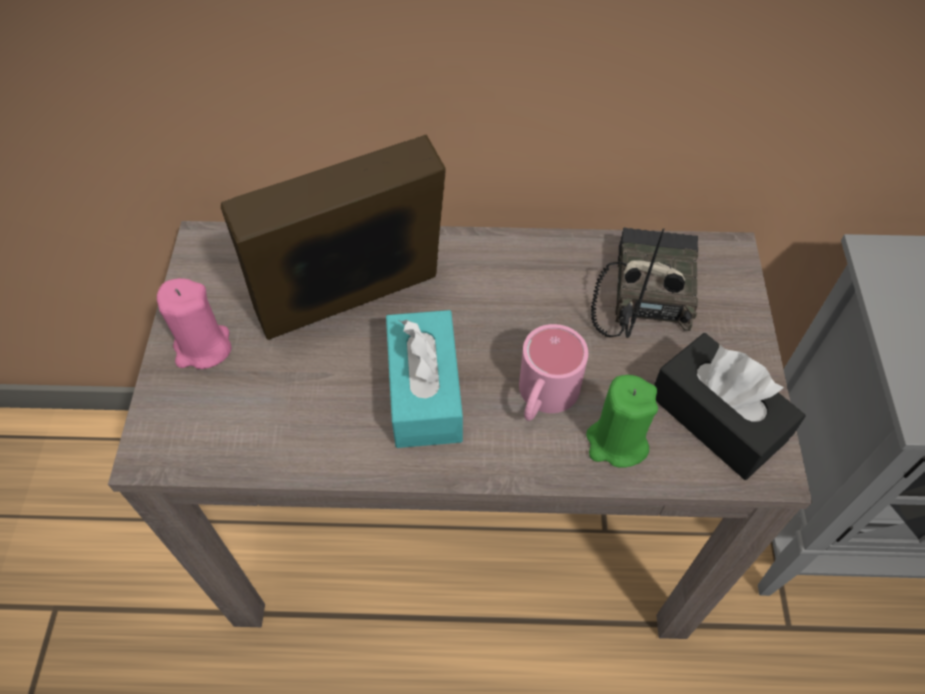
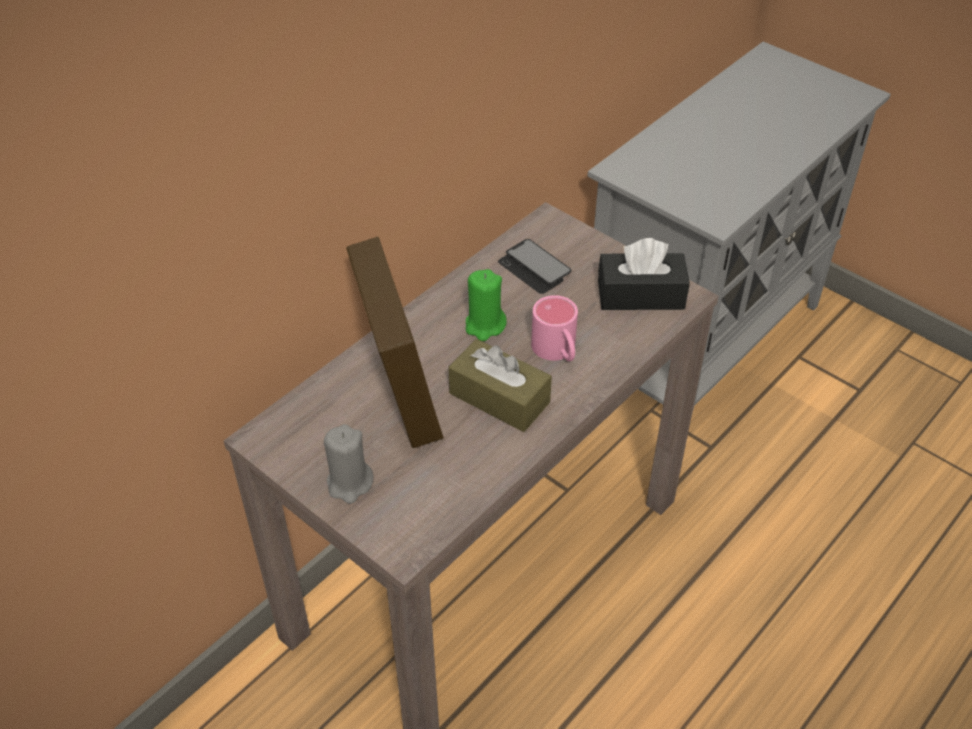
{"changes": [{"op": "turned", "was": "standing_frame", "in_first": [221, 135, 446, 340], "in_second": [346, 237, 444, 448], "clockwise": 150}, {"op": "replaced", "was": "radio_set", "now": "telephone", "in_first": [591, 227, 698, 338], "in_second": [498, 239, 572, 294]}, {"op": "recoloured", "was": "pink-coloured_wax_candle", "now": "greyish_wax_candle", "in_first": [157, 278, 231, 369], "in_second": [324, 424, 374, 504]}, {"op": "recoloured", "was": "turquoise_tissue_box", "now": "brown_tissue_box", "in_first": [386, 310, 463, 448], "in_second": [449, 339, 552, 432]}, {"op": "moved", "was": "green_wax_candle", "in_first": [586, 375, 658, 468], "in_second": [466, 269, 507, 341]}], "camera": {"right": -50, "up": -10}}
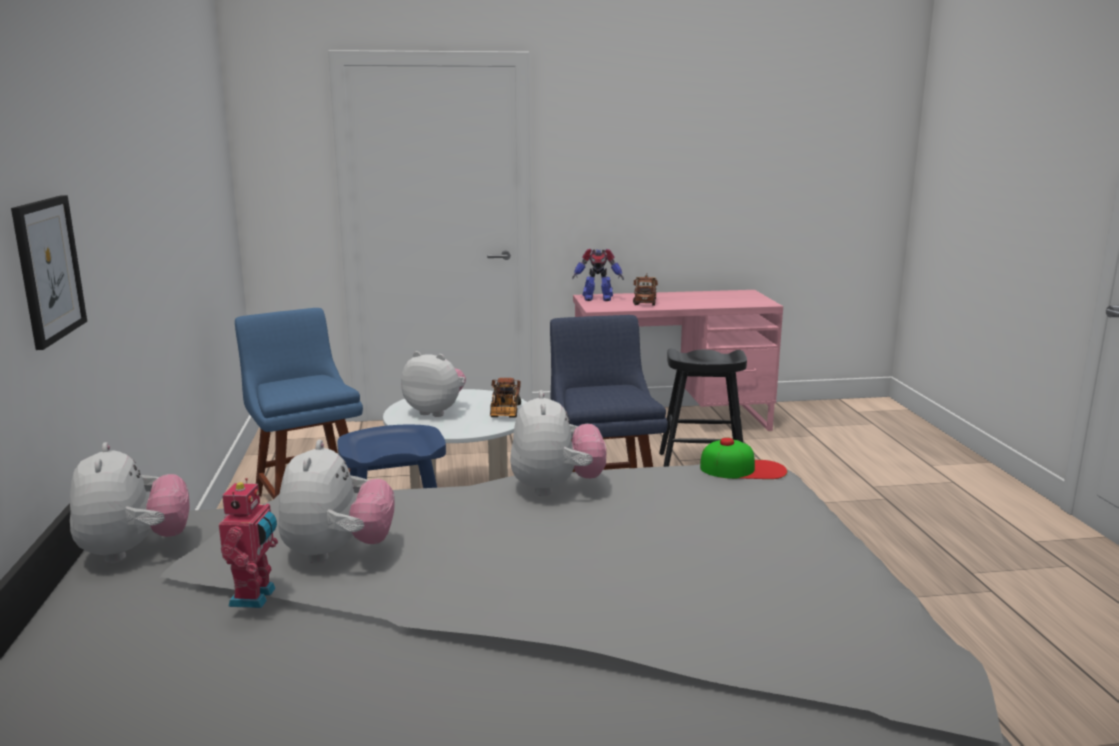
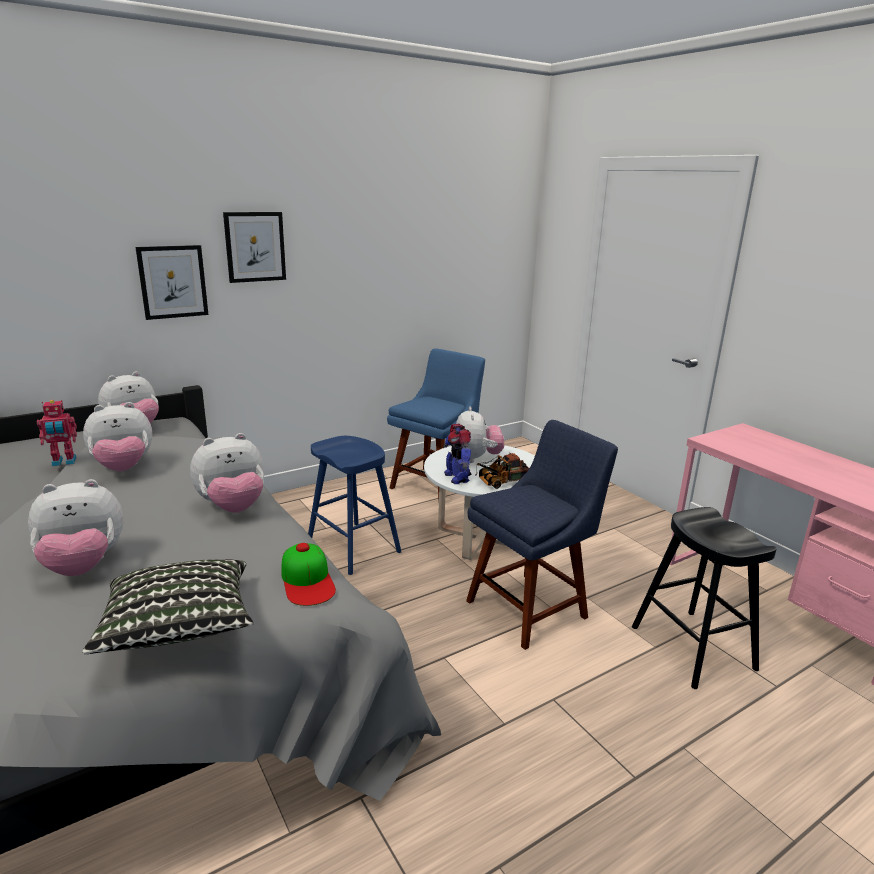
{"changes": [{"op": "moved", "was": "model_robot", "in_first": [572, 249, 624, 301], "in_second": [443, 424, 471, 484]}, {"op": "removed", "was": "model_truck", "in_first": [633, 273, 658, 305]}, {"op": "added", "now": "wall_picture", "in_second": [223, 212, 286, 283]}, {"op": "added", "now": "soft_toy", "in_second": [28, 479, 123, 576]}, {"op": "added", "now": "cushion", "in_second": [82, 559, 253, 654]}], "camera": {"right": 65, "up": 5}}
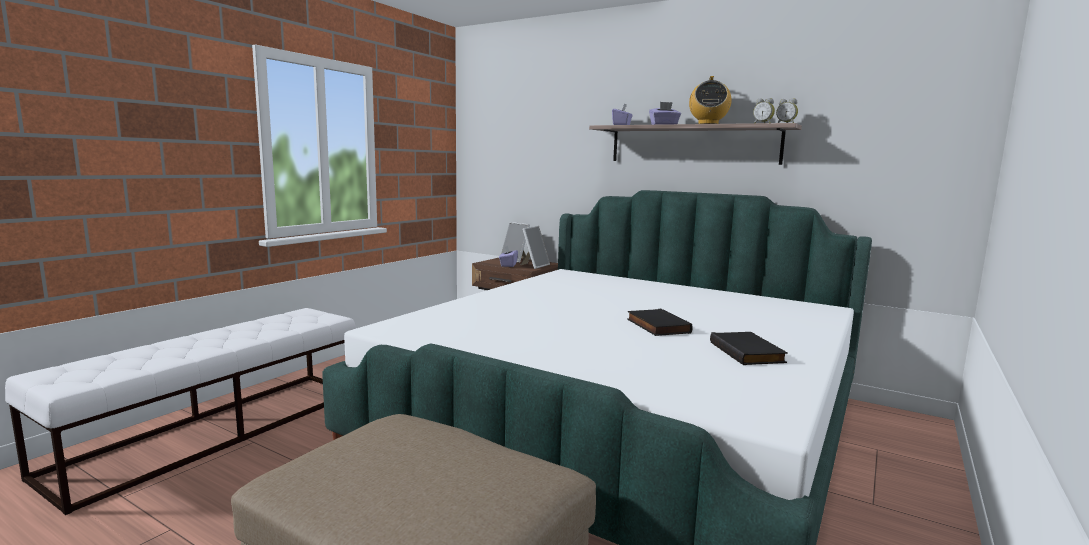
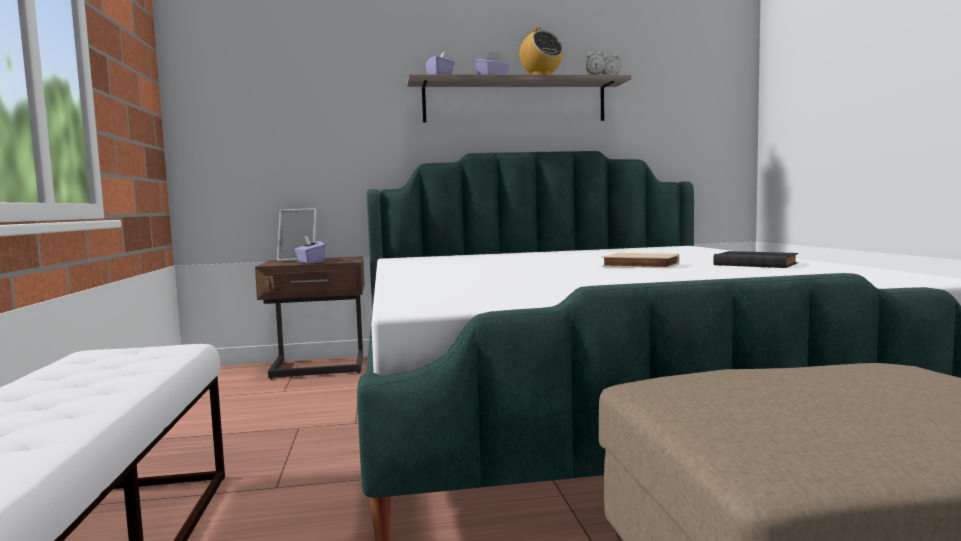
{"changes": [{"op": "removed", "was": "standing_frame", "in_first": [521, 226, 550, 269]}, {"op": "recoloured", "was": "black_book", "now": "sand-coloured_book", "in_first": [627, 308, 693, 336], "in_second": [602, 253, 679, 268]}], "camera": {"right": -40, "up": -5}}
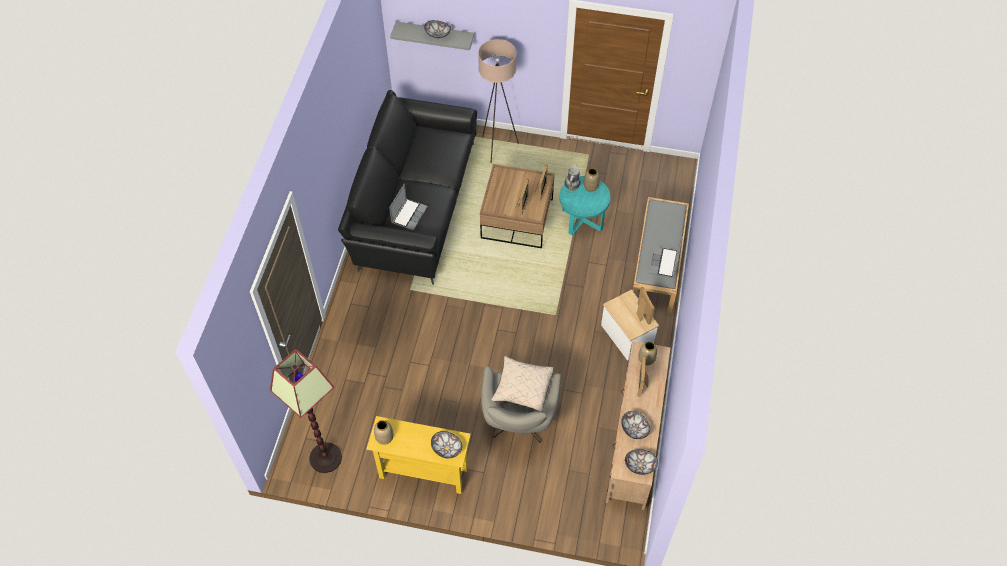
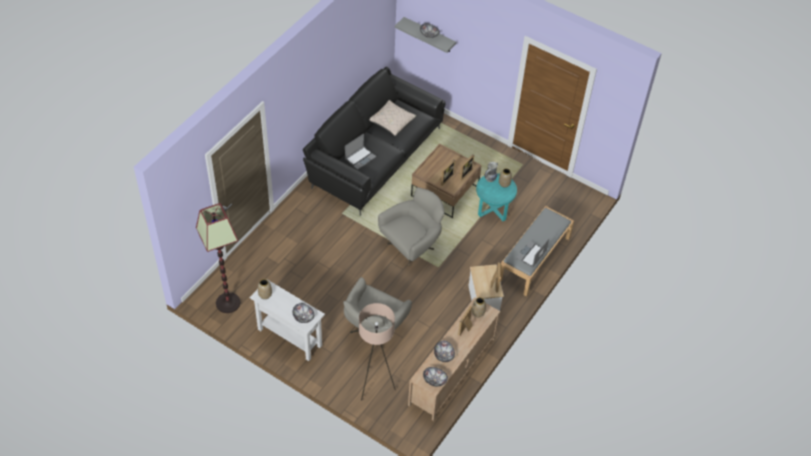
{"changes": [{"op": "moved", "was": "sand-coloured_floor_lamp", "in_first": [478, 39, 519, 163], "in_second": [359, 303, 396, 401]}, {"op": "moved", "was": "sand-coloured_cushion", "in_first": [491, 356, 554, 412], "in_second": [369, 100, 417, 136]}, {"op": "recoloured", "was": "yellow-coloured_console_table", "now": "white-coloured_console_table", "in_first": [366, 416, 471, 494], "in_second": [250, 279, 325, 361]}, {"op": "added", "now": "greyish_lounge_chair", "in_second": [378, 187, 444, 262]}], "camera": {"right": 20, "up": -5}}
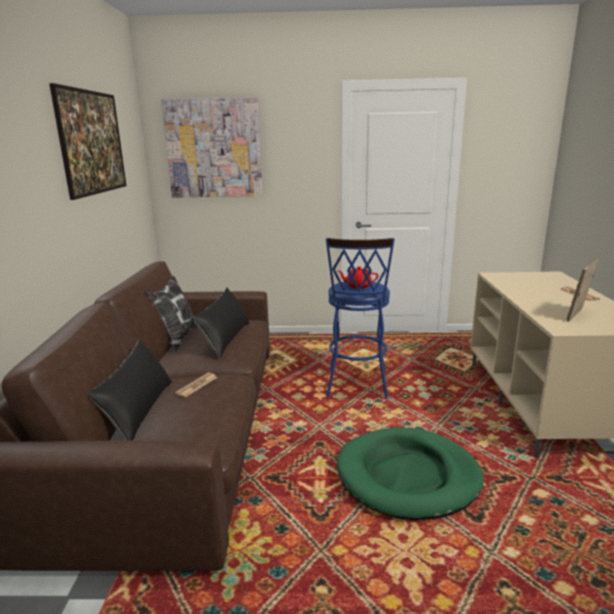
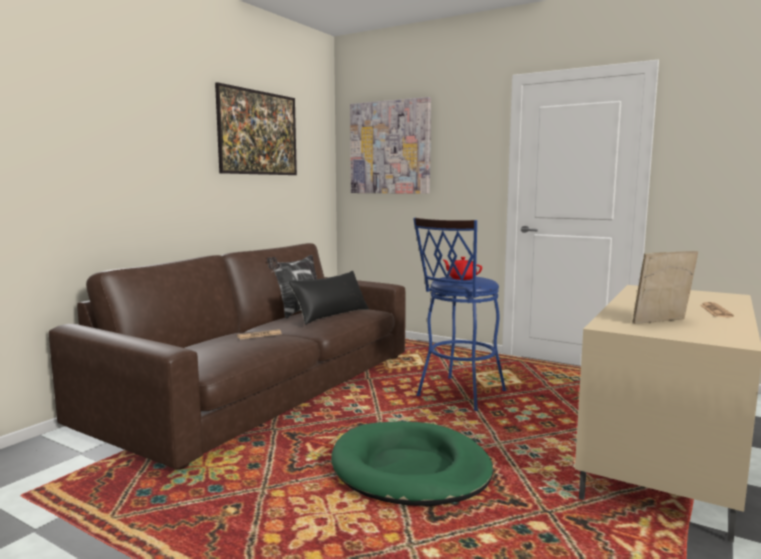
{"changes": [{"op": "removed", "was": "black_cushion", "in_first": [87, 339, 172, 441]}], "camera": {"right": 30, "up": -10}}
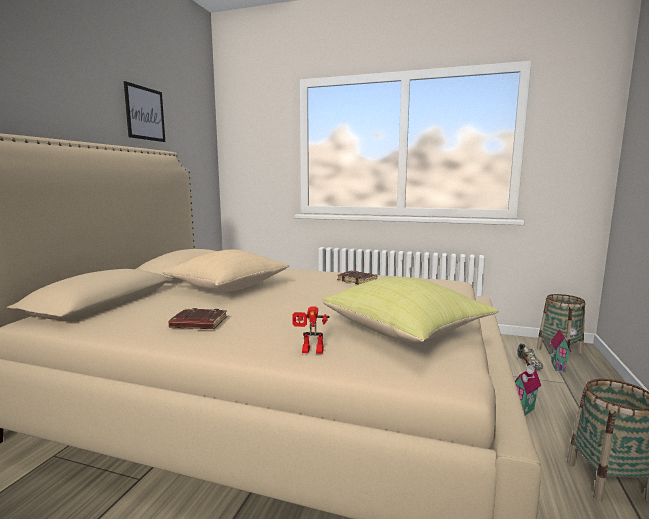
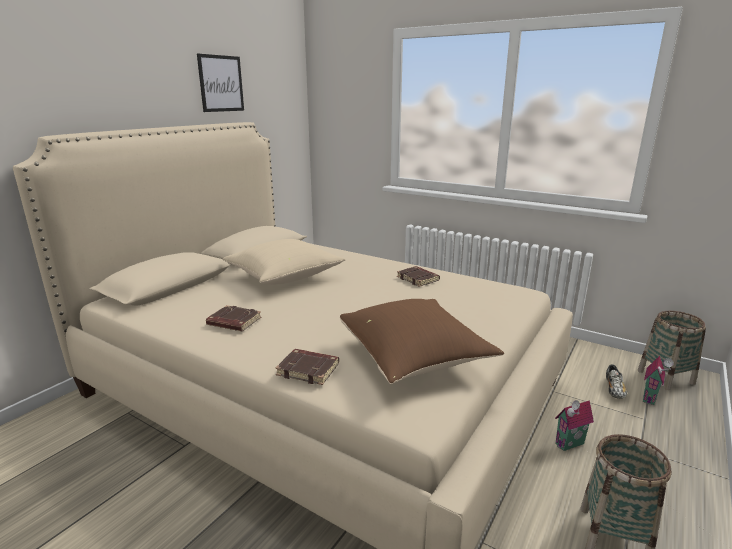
{"changes": [{"op": "recoloured", "was": "yellow-coloured_cushion", "now": "brown_cushion", "in_first": [323, 276, 499, 343], "in_second": [340, 299, 504, 384]}, {"op": "replaced", "was": "model_robot", "now": "brown_book", "in_first": [292, 306, 329, 354], "in_second": [275, 349, 339, 385]}], "camera": {"right": 15, "up": 10}}
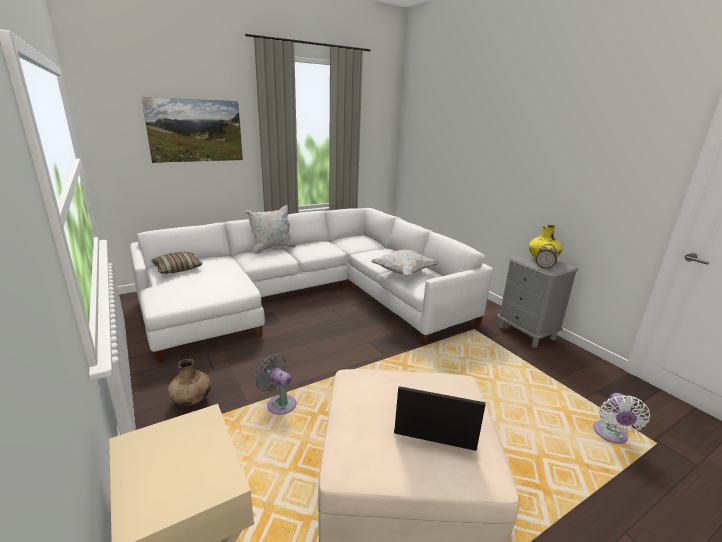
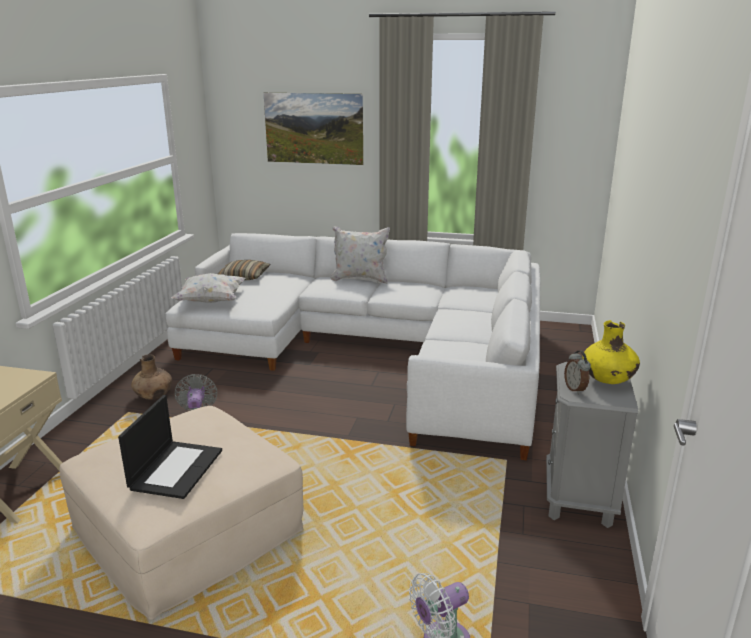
{"changes": [{"op": "moved", "was": "white-coloured_cushion", "in_first": [371, 249, 439, 276], "in_second": [171, 273, 246, 303]}, {"op": "turned", "was": "notebook_computer", "in_first": [394, 386, 485, 451], "in_second": [118, 395, 222, 499], "clockwise": 45}], "camera": {"right": 45, "up": 0}}
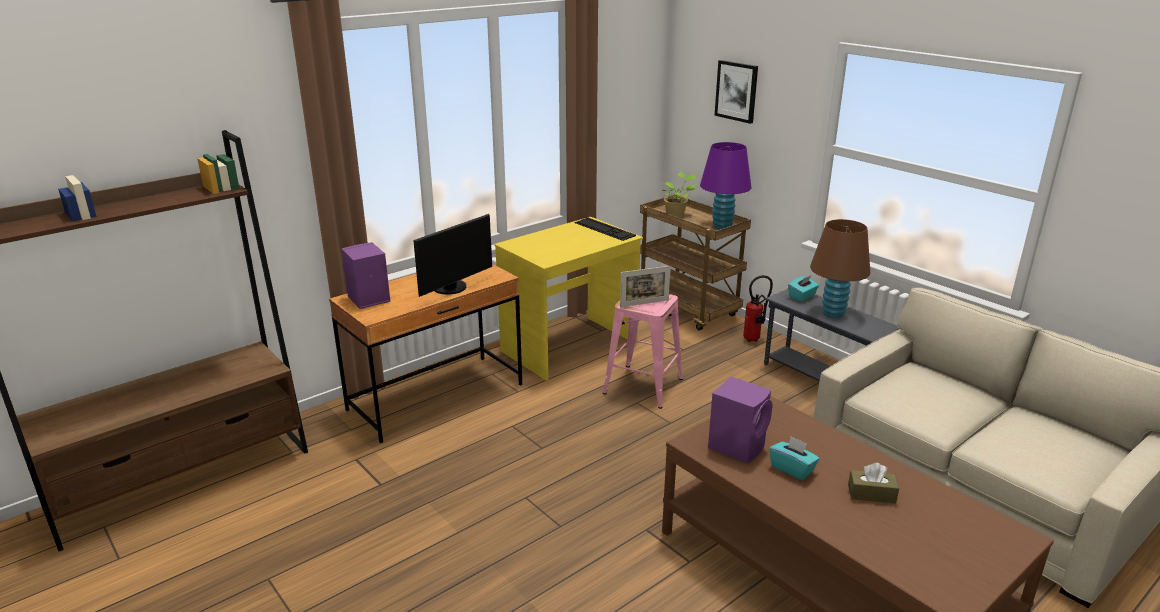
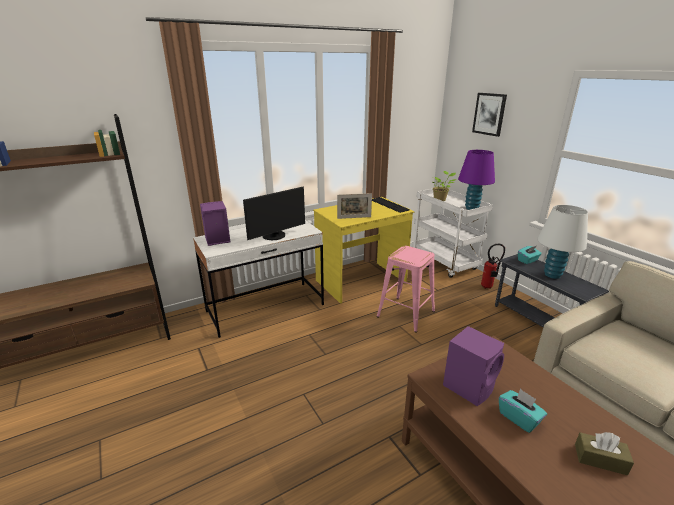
{"changes": [{"op": "recoloured", "was": "brown_cart", "now": "white-coloured_cart", "in_first": [640, 195, 751, 331], "in_second": [412, 189, 493, 278]}, {"op": "recoloured", "was": "brown_tabletop_lamp", "now": "white-coloured_tabletop_lamp", "in_first": [810, 219, 870, 318], "in_second": [537, 205, 588, 279]}, {"op": "recoloured", "was": "brown_desk_unit", "now": "white-coloured_desk_unit", "in_first": [329, 264, 522, 443], "in_second": [193, 220, 324, 338]}, {"op": "moved", "was": "standing_frame", "in_first": [620, 266, 671, 307], "in_second": [337, 193, 372, 219]}], "camera": {"right": 10, "up": 0}}
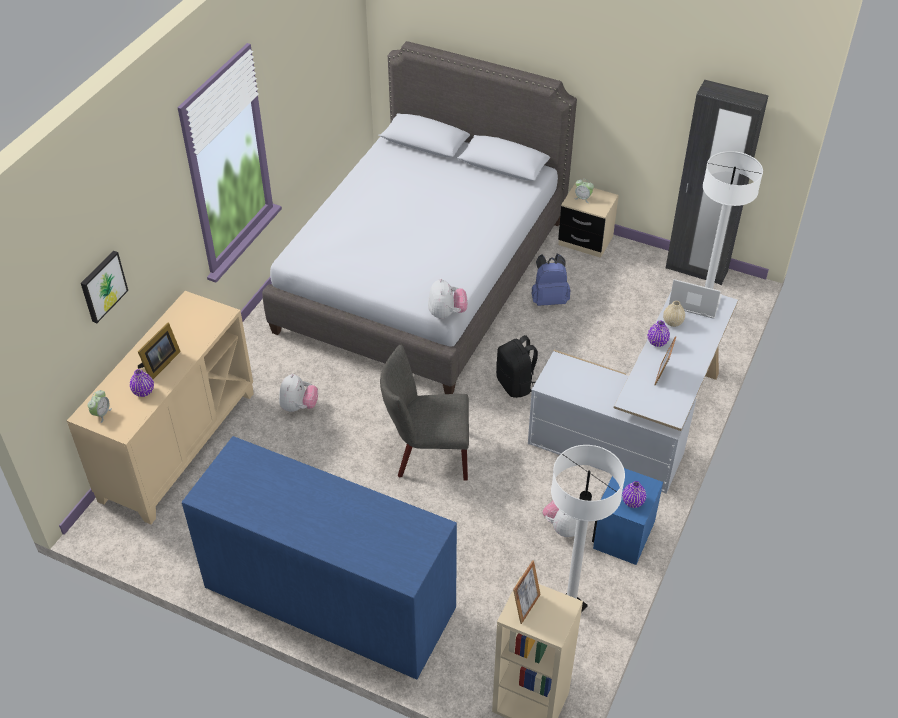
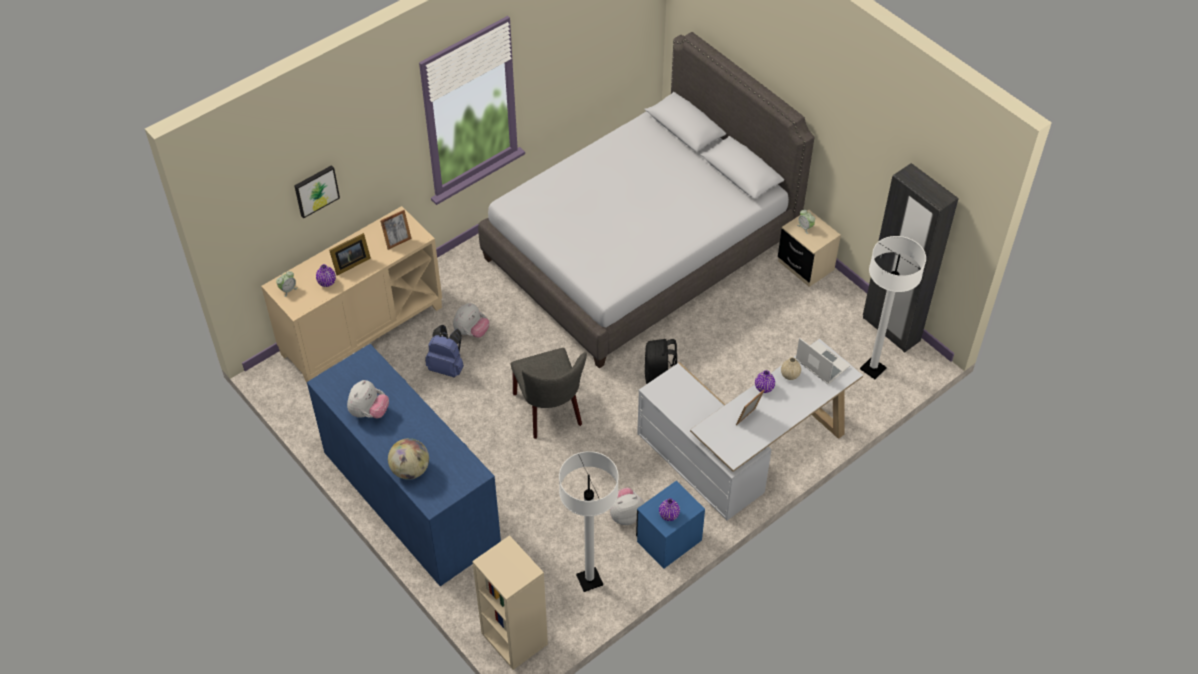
{"changes": [{"op": "moved", "was": "bluish_backpack", "in_first": [531, 253, 570, 306], "in_second": [425, 325, 464, 378]}, {"op": "moved", "was": "soft_toy", "in_first": [428, 278, 468, 319], "in_second": [347, 380, 389, 418]}, {"op": "turned", "was": "greyish_upright_chair", "in_first": [380, 345, 469, 480], "in_second": [511, 348, 587, 439], "clockwise": -135}, {"op": "moved", "was": "standing_frame", "in_first": [513, 560, 541, 624], "in_second": [380, 210, 412, 250]}, {"op": "added", "now": "world_globe", "in_second": [388, 438, 429, 480]}], "camera": {"right": 25, "up": 5}}
